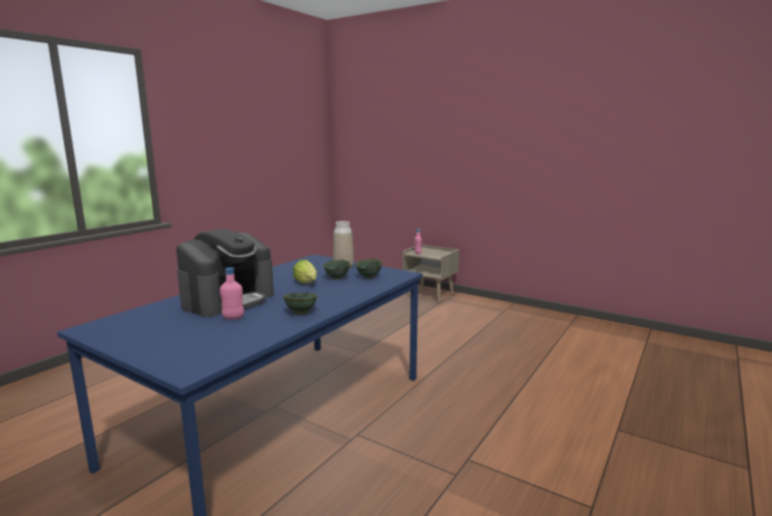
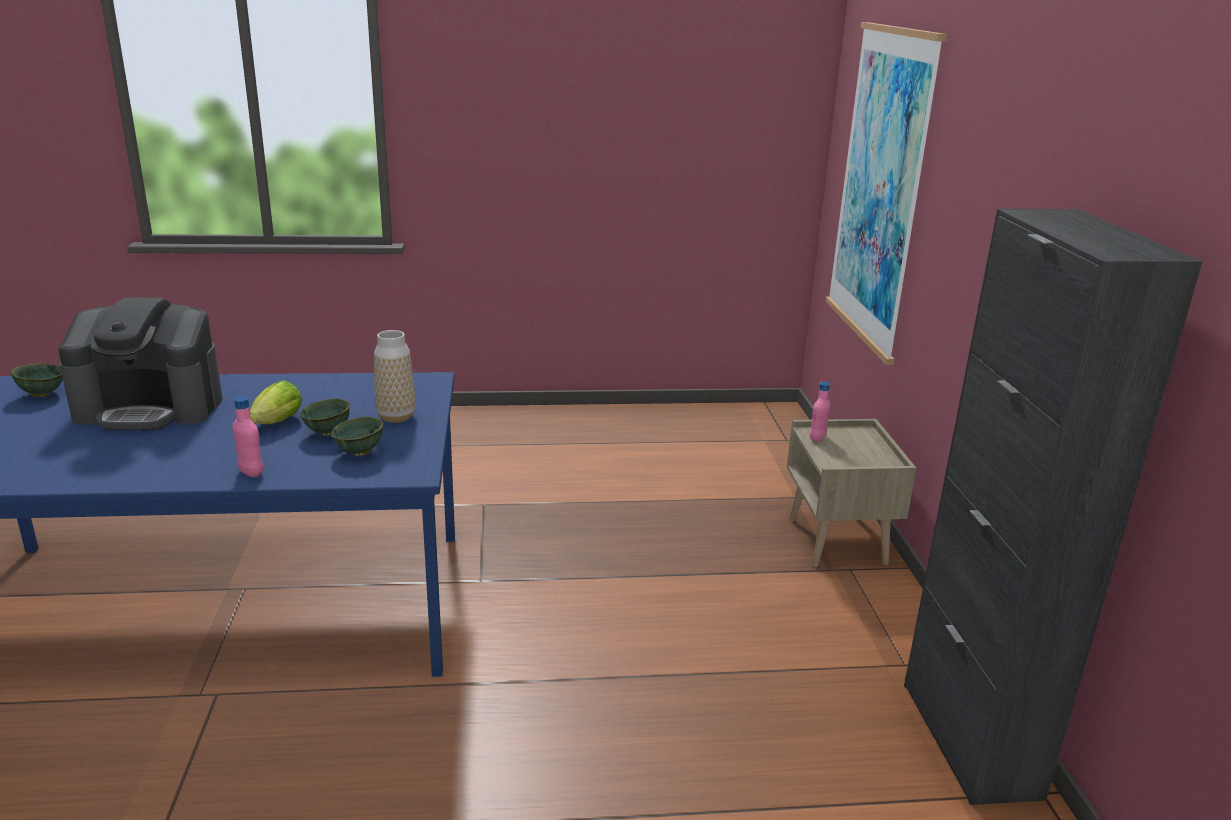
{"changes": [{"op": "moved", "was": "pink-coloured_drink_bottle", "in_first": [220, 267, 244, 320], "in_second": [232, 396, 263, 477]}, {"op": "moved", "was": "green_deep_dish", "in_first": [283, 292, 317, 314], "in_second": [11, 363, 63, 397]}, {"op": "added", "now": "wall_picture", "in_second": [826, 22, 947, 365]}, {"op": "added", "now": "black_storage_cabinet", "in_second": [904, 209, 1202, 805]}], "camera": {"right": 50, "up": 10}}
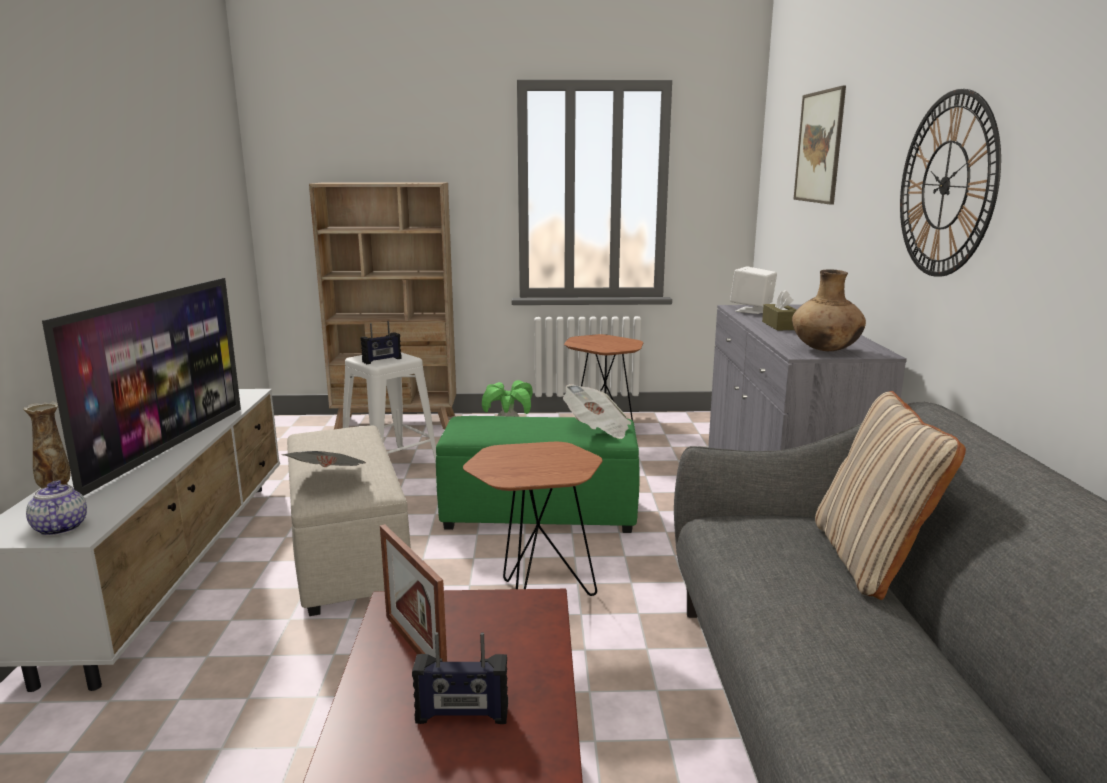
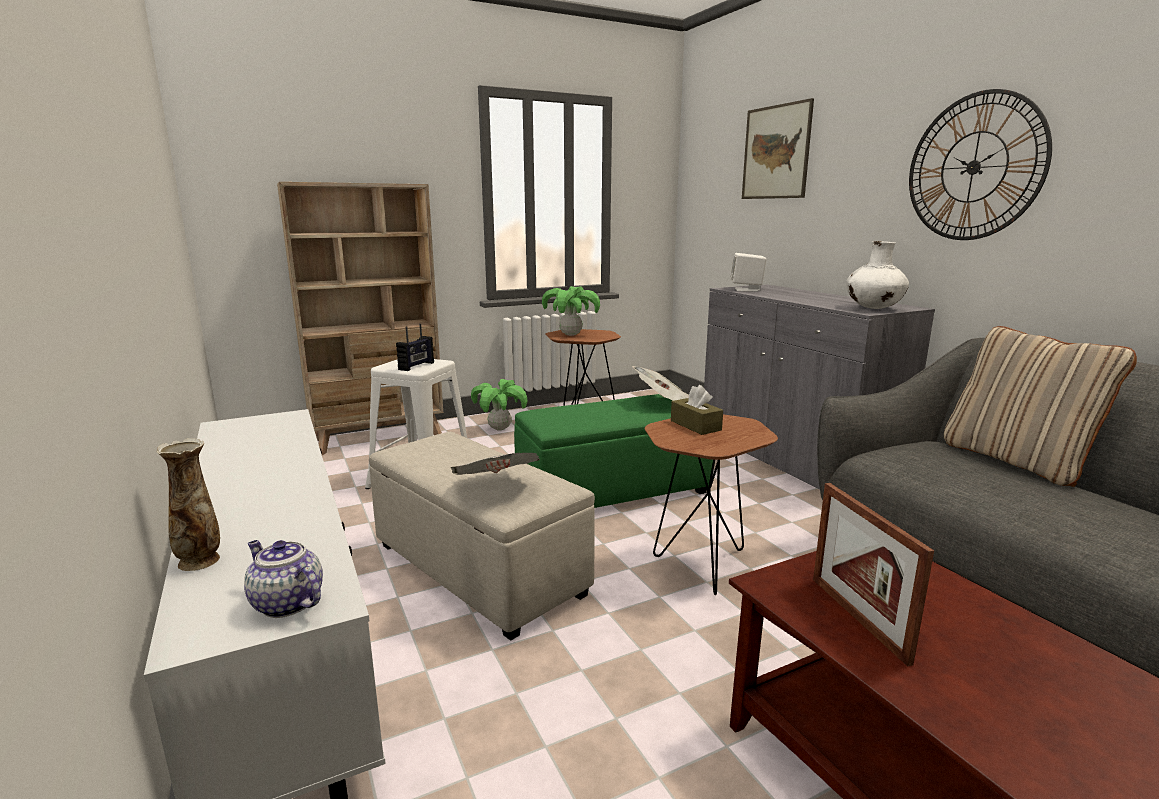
{"changes": [{"op": "recoloured", "was": "brown_decorative_vase", "now": "white-coloured_decorative_vase", "in_first": [792, 269, 866, 351], "in_second": [846, 241, 909, 309]}, {"op": "removed", "was": "TV", "in_first": [42, 278, 241, 496]}, {"op": "moved", "was": "brown_tissue_box", "in_first": [762, 290, 796, 330], "in_second": [671, 385, 723, 435]}, {"op": "turned", "was": "standing_frame", "in_first": [380, 524, 447, 662], "in_second": [813, 483, 934, 666], "clockwise": 45}, {"op": "removed", "was": "radio_set", "in_first": [412, 632, 508, 724]}, {"op": "added", "now": "plant_in_a_pot", "in_second": [542, 286, 600, 336]}], "camera": {"right": -25, "up": 0}}
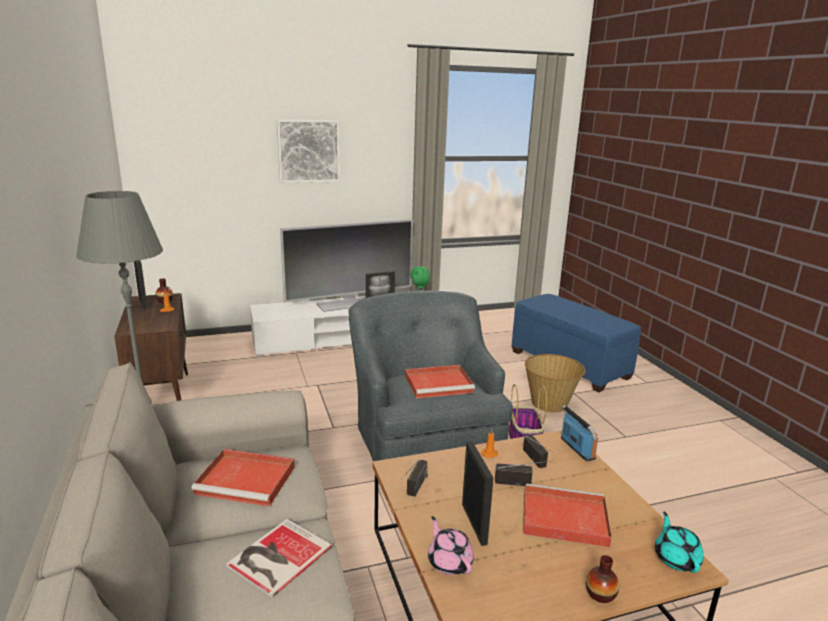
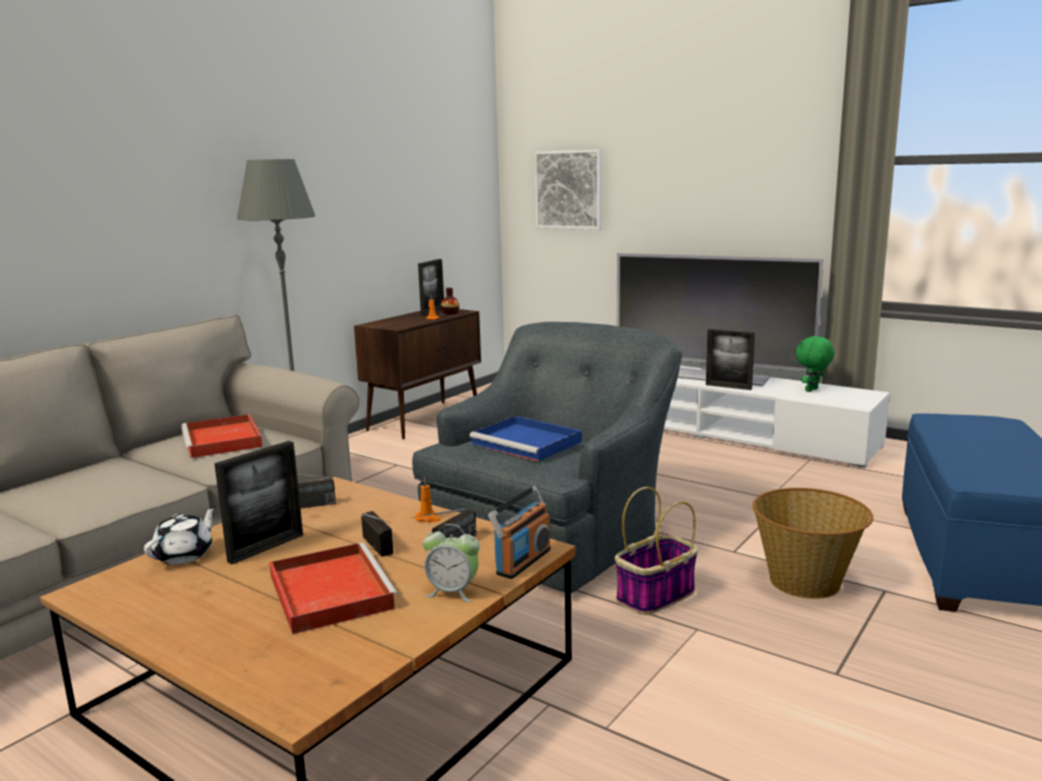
{"changes": [{"op": "moved", "was": "wall_picture", "in_first": [277, 119, 340, 183], "in_second": [534, 149, 602, 230]}, {"op": "recoloured", "was": "reddish_serving_tray", "now": "bluish_serving_tray", "in_first": [405, 365, 475, 398], "in_second": [470, 416, 582, 462]}, {"op": "removed", "was": "turquoise_pot_for_tea", "in_first": [655, 512, 704, 573]}, {"op": "recoloured", "was": "pink-coloured_pot_for_tea", "now": "white-coloured_pot_for_tea", "in_first": [428, 516, 474, 575], "in_second": [144, 506, 216, 564]}, {"op": "removed", "was": "book", "in_first": [226, 519, 332, 598]}, {"op": "removed", "was": "decorative_vase", "in_first": [586, 555, 619, 603]}, {"op": "added", "now": "table_clock", "in_second": [423, 524, 480, 602]}], "camera": {"right": 55, "up": -5}}
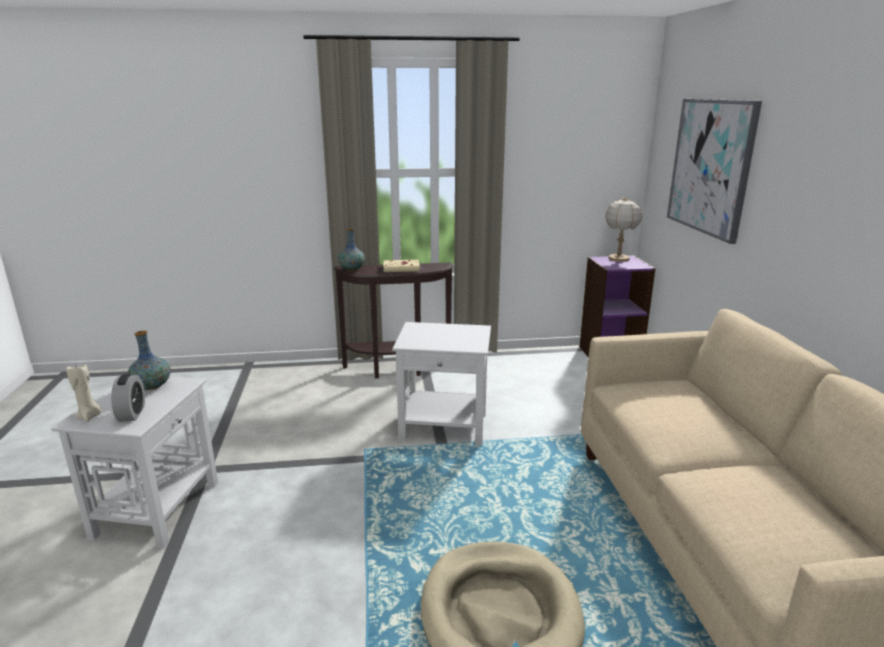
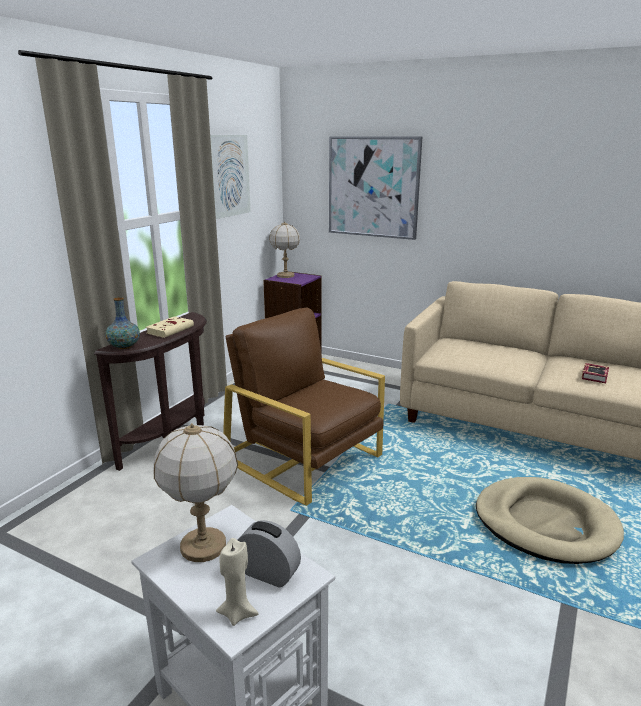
{"changes": [{"op": "replaced", "was": "white-coloured_accent_table", "now": "brown_lounge_chair", "in_first": [392, 322, 491, 446], "in_second": [223, 308, 385, 506]}, {"op": "replaced", "was": "decorative_vase", "now": "tabletop_lamp", "in_first": [128, 331, 170, 390], "in_second": [153, 423, 238, 562]}, {"op": "added", "now": "wall_picture", "in_second": [210, 135, 251, 219]}, {"op": "added", "now": "book", "in_second": [582, 363, 609, 383]}], "camera": {"right": -55, "up": 0}}
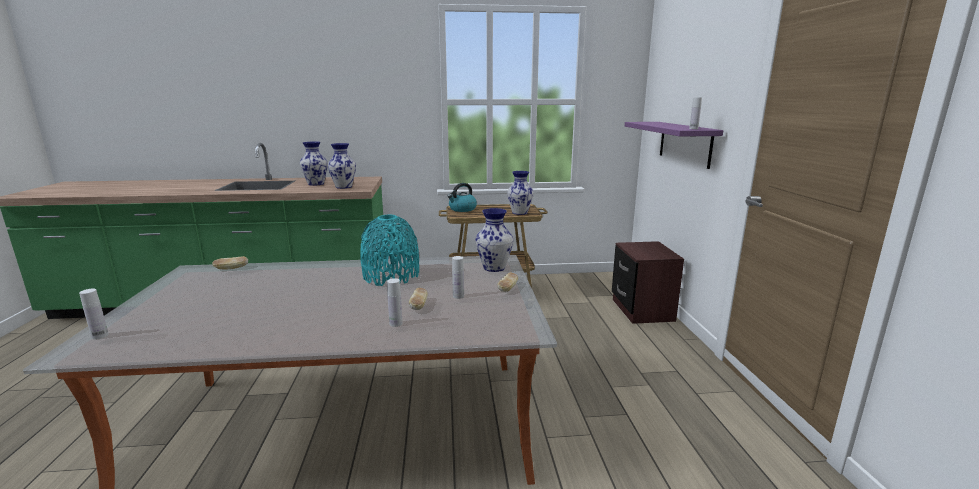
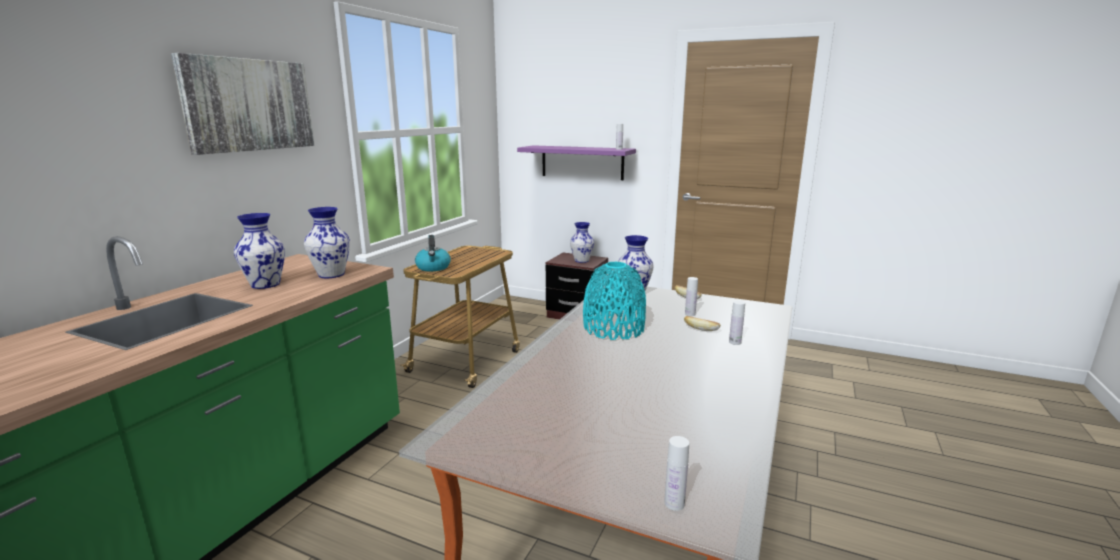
{"changes": [{"op": "moved", "was": "decorative_vase", "in_first": [507, 171, 534, 215], "in_second": [570, 222, 594, 263]}, {"op": "removed", "was": "baked_bread", "in_first": [212, 256, 248, 270]}, {"op": "added", "now": "wall_picture", "in_second": [171, 53, 314, 155]}], "camera": {"right": -60, "up": 0}}
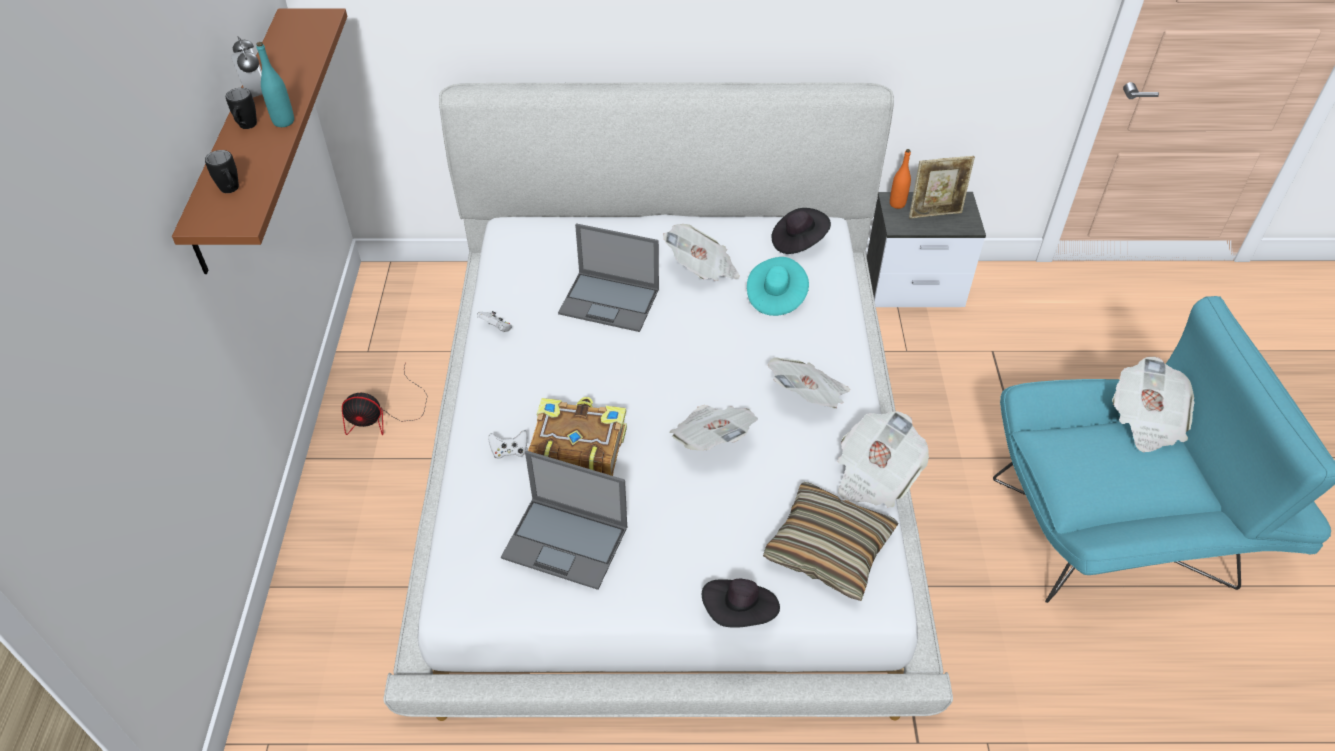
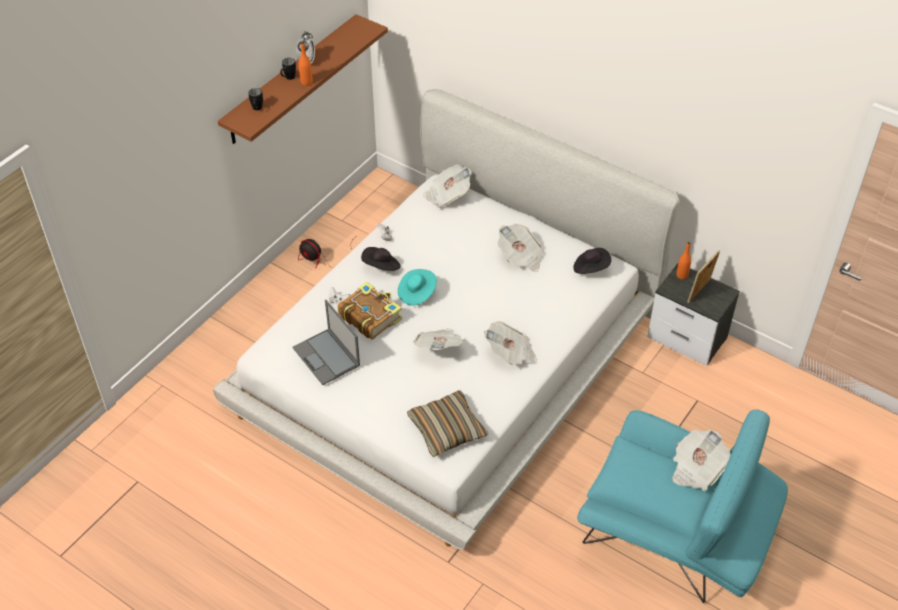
{"changes": [{"op": "recoloured", "was": "turquoise_drink_bottle", "now": "orange-coloured_drink_bottle", "in_first": [256, 42, 294, 127], "in_second": [298, 42, 313, 86]}, {"op": "turned", "was": "standing_frame", "in_first": [909, 156, 975, 219], "in_second": [687, 250, 720, 303], "clockwise": 105}, {"op": "removed", "was": "notebook_computer", "in_first": [558, 223, 659, 332]}, {"op": "moved", "was": "turquoise_wearable_hat", "in_first": [747, 257, 809, 316], "in_second": [398, 269, 437, 306]}, {"op": "moved", "was": "printed_paper", "in_first": [838, 411, 929, 508], "in_second": [423, 164, 472, 208]}, {"op": "moved", "was": "black_wearable_hat", "in_first": [702, 579, 780, 628], "in_second": [361, 247, 401, 271]}], "camera": {"right": 35, "up": 0}}
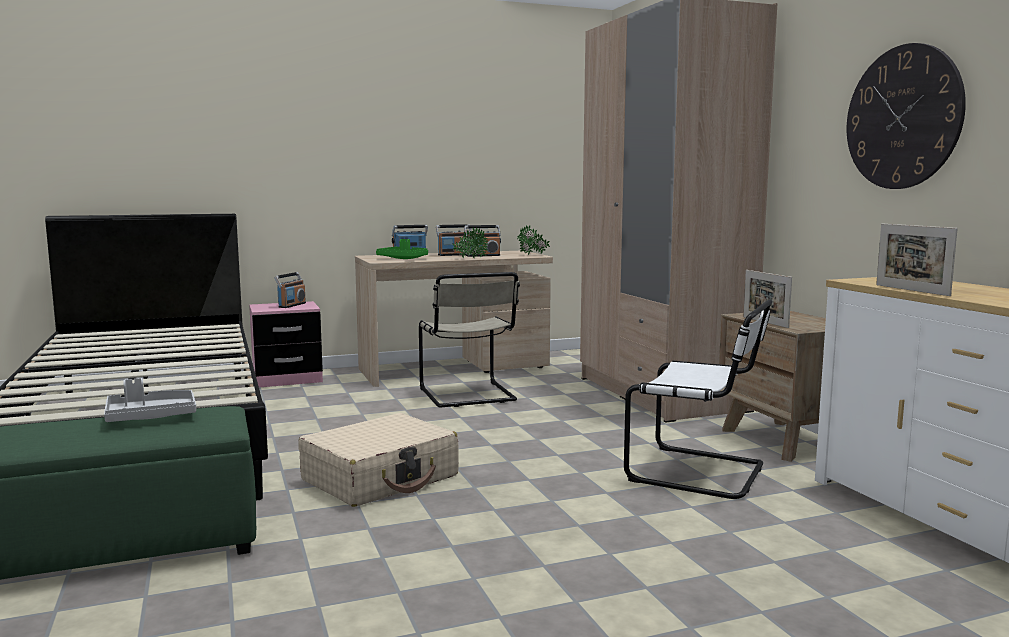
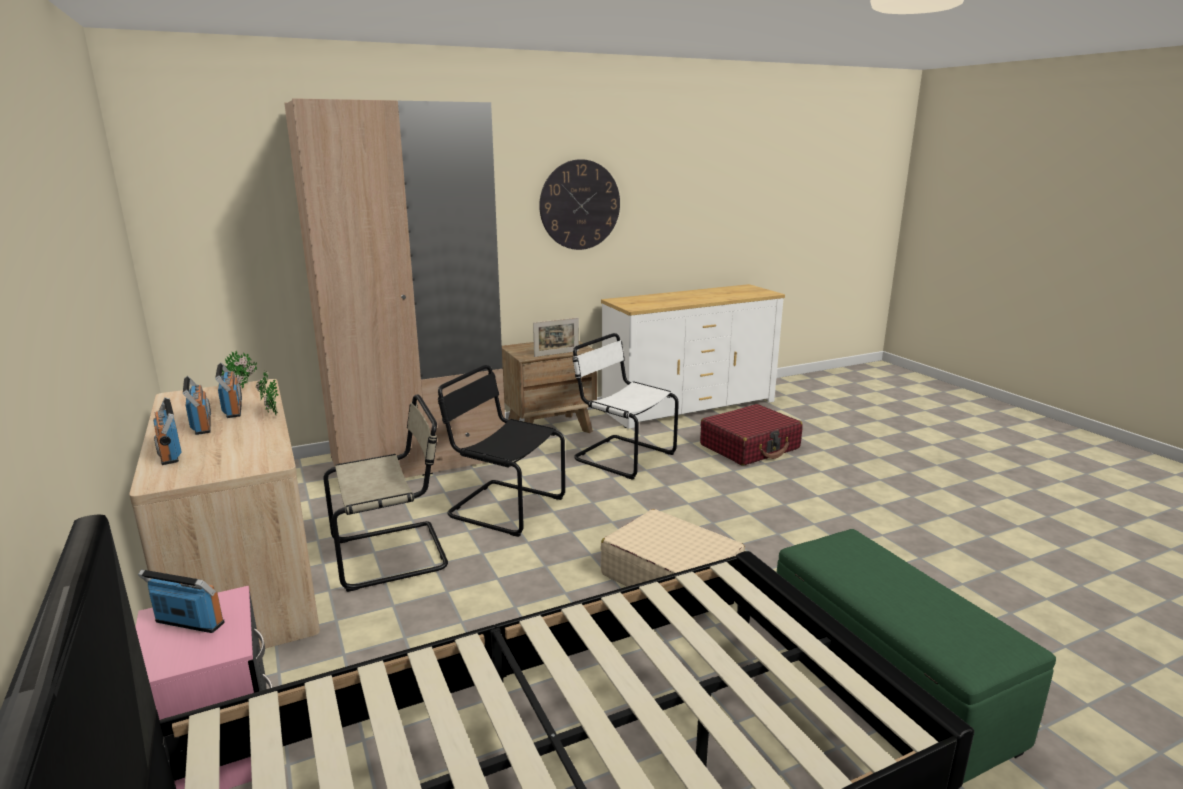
{"changes": [{"op": "removed", "was": "standing_frame", "in_first": [876, 224, 958, 296]}, {"op": "removed", "was": "green_serving_tray", "in_first": [376, 239, 428, 259]}, {"op": "turned", "was": "white-coloured_upright_chair", "in_first": [624, 299, 772, 499], "in_second": [573, 333, 679, 480], "clockwise": -75}, {"op": "removed", "was": "greyish_serving_tray", "in_first": [104, 378, 196, 422]}, {"op": "added", "now": "black_upright_chair", "in_second": [438, 365, 565, 537]}, {"op": "added", "now": "reddish_suitcase", "in_second": [700, 404, 802, 466]}], "camera": {"right": -95, "up": 10}}
